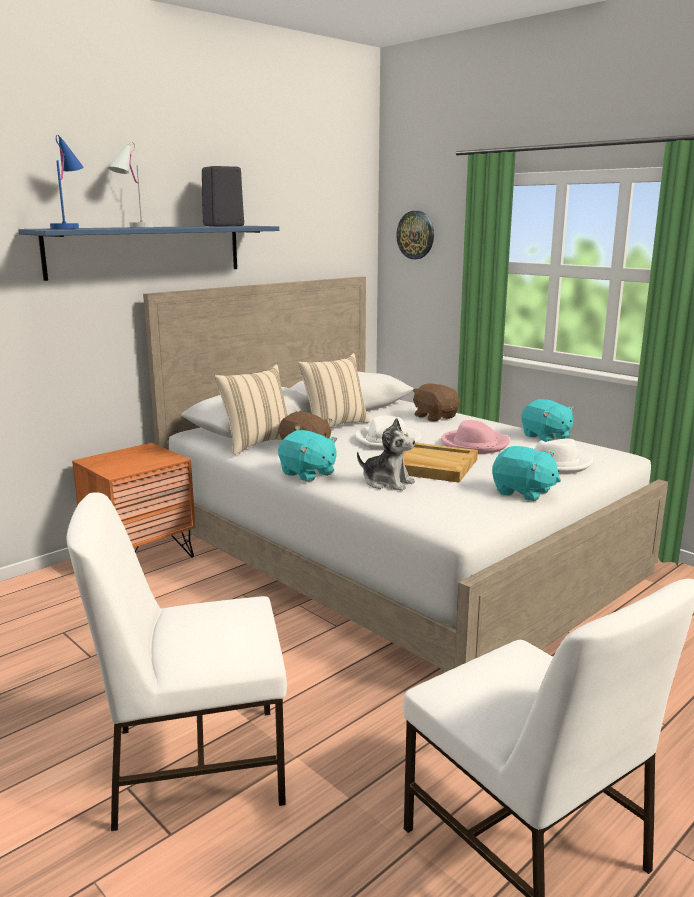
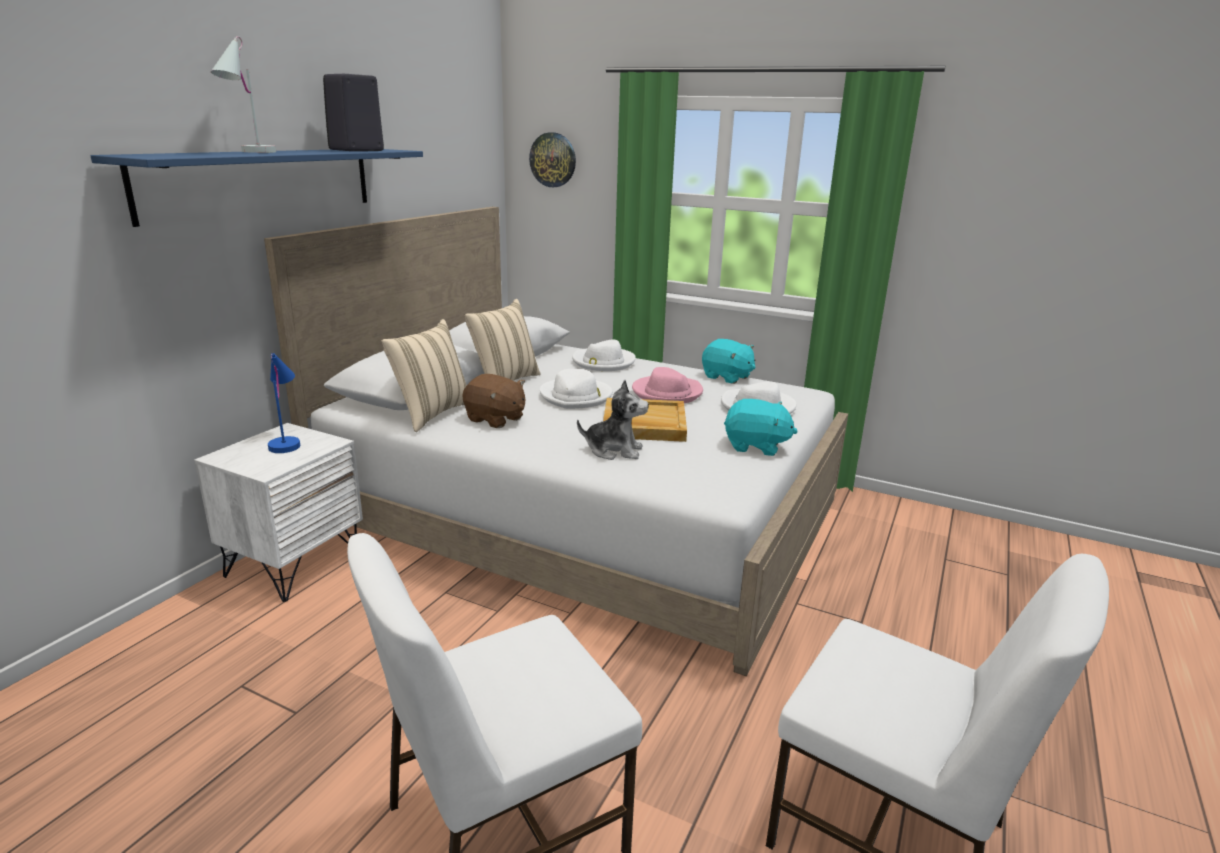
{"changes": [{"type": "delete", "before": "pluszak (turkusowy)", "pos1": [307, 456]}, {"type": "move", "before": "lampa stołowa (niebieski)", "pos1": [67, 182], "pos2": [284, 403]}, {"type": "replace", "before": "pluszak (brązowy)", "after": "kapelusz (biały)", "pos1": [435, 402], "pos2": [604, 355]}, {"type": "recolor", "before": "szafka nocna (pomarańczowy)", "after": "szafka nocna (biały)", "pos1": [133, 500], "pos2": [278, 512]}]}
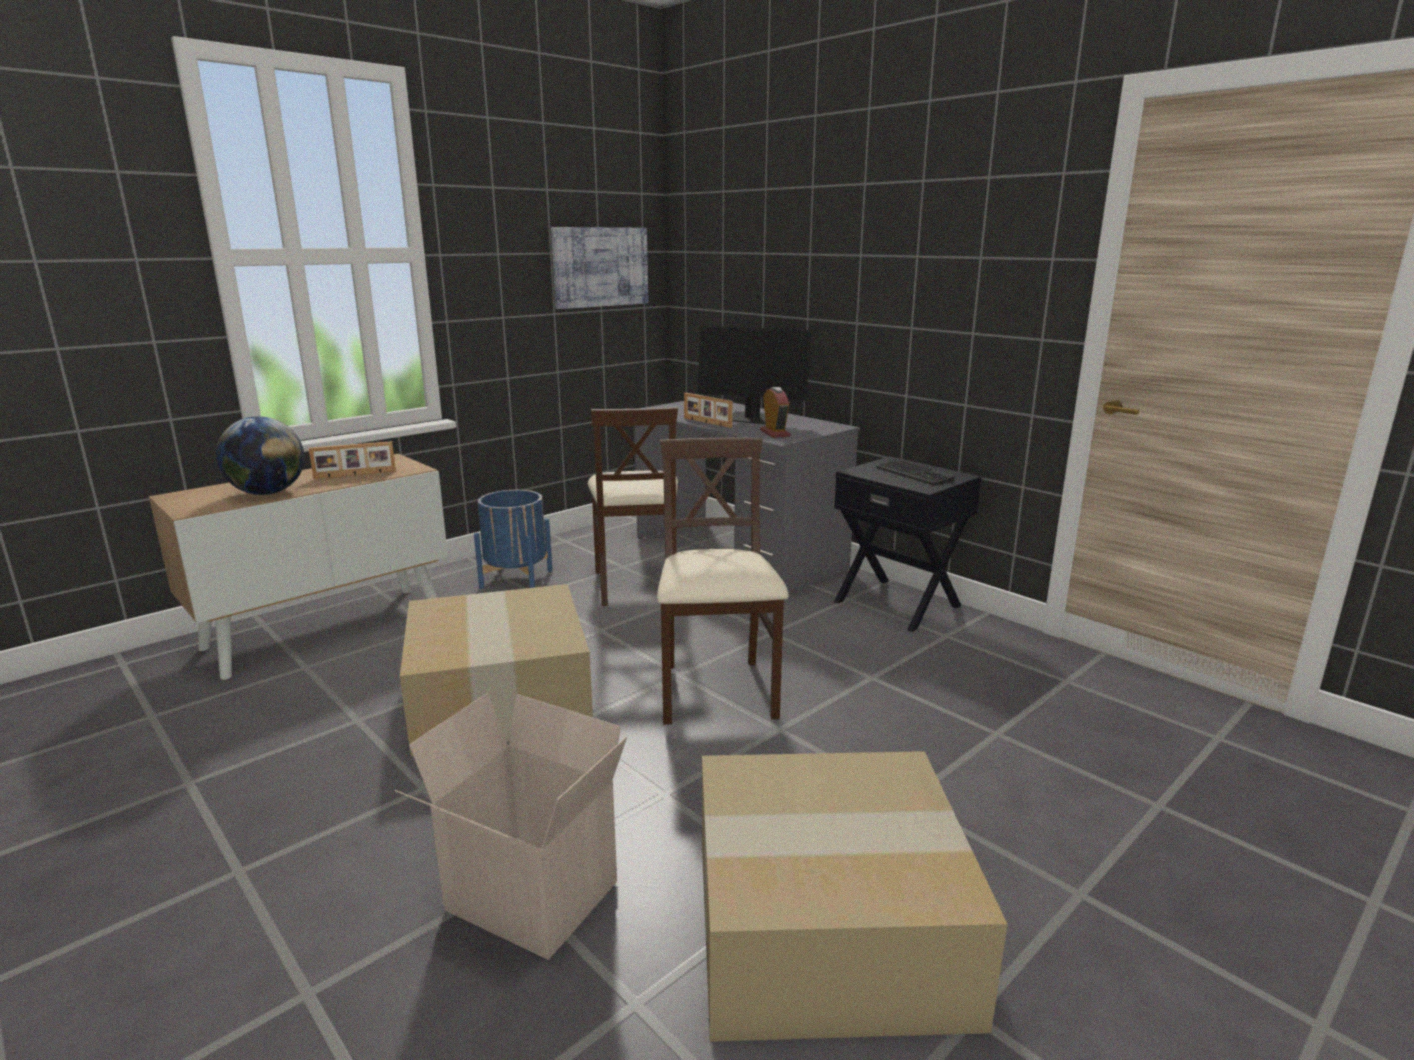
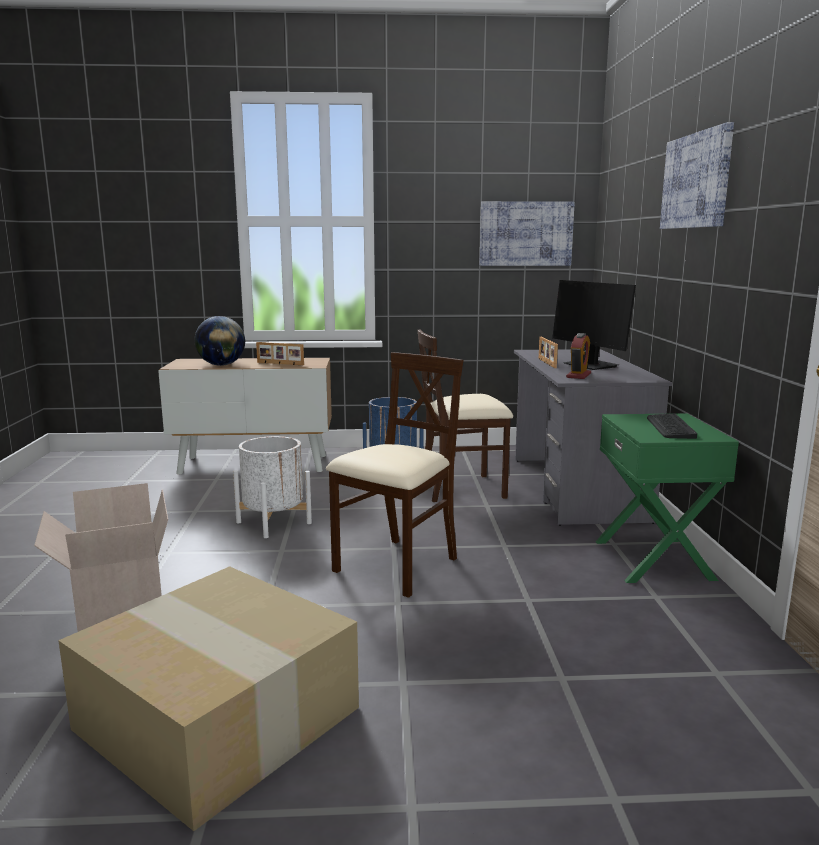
{"changes": [{"type": "insert", "after": "obraz", "pos2": [697, 175]}, {"type": "replace", "before": "karton", "after": "donica (biały)", "pos1": [496, 670], "pos2": [272, 487]}, {"type": "recolor", "before": "szafka nocna (czarny)", "after": "szafka nocna (zielony)", "pos1": [907, 544], "pos2": [667, 498]}, {"type": "rotate", "before": "krzesło (beżowy)", "pos1": [633, 506], "pos2": [465, 415], "turn": 45}]}
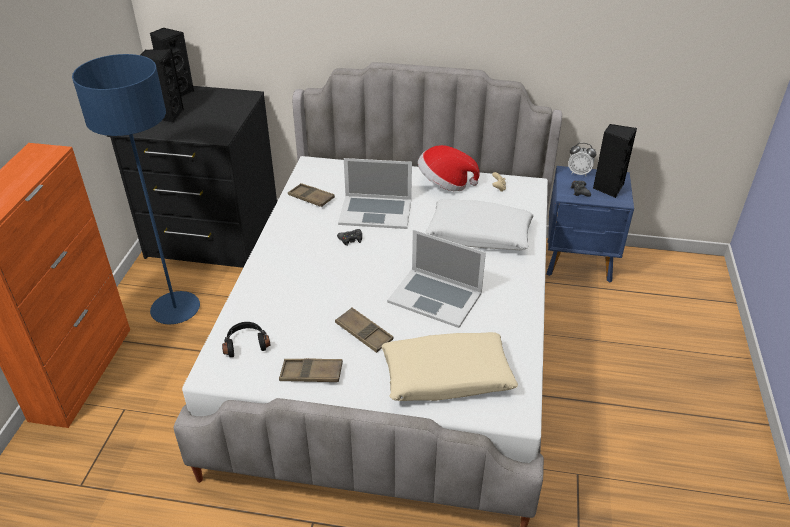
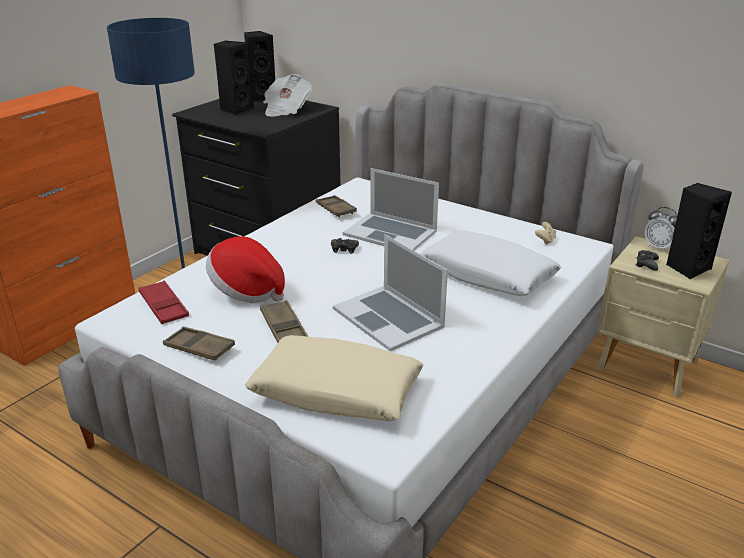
{"changes": [{"type": "insert", "after": "gazeta", "pos2": [287, 95]}, {"type": "move", "before": "kapelusz", "pos1": [449, 168], "pos2": [245, 269]}, {"type": "replace", "before": "słuchawki (czarny)", "after": "taca (czerwony)", "pos1": [246, 340], "pos2": [163, 302]}, {"type": "recolor", "before": "szafka nocna (niebieski)", "after": "szafka nocna (beżowy)", "pos1": [590, 224], "pos2": [663, 316]}]}
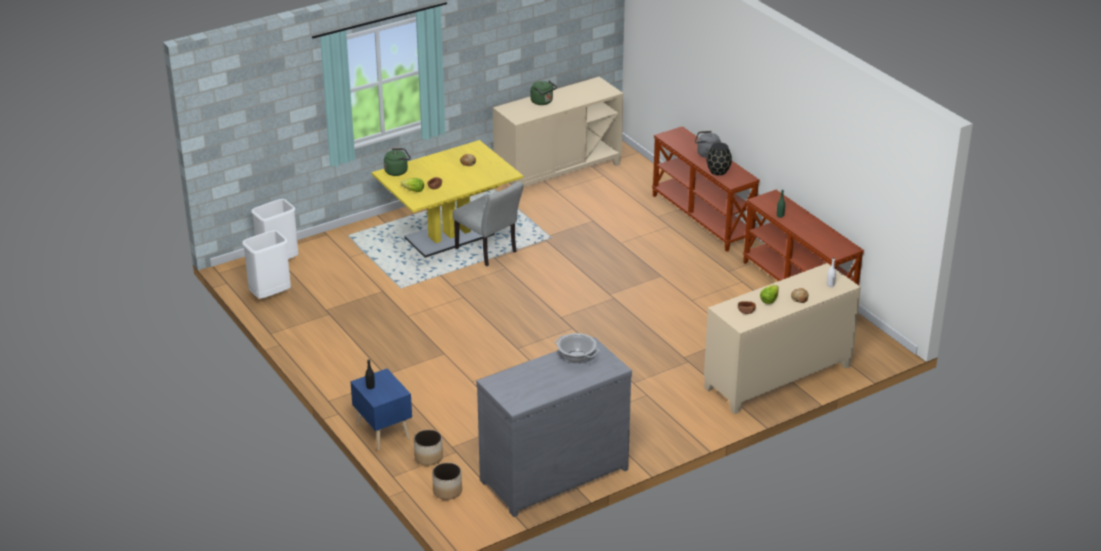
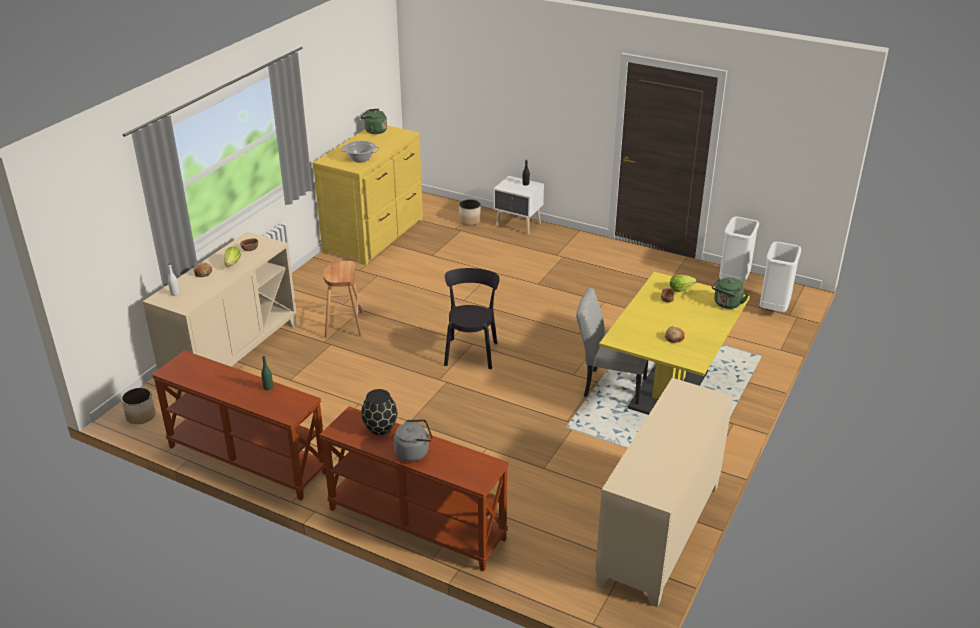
{"changes": [{"type": "insert", "after": "stołek (brązowy)", "pos2": [343, 299]}, {"type": "insert", "after": "krzesło (czarny)", "pos2": [472, 318]}, {"type": "move", "before": "donica", "pos1": [447, 481], "pos2": [138, 406]}, {"type": "move", "before": "czajnik (zielony)", "pos1": [543, 93], "pos2": [373, 121]}, {"type": "recolor", "before": "szafka nocna (niebieski)", "after": "szafka nocna (biały)", "pos1": [381, 409], "pos2": [519, 205]}, {"type": "recolor", "before": "komoda (szary)", "after": "komoda (żółty)", "pos1": [554, 427], "pos2": [367, 195]}]}
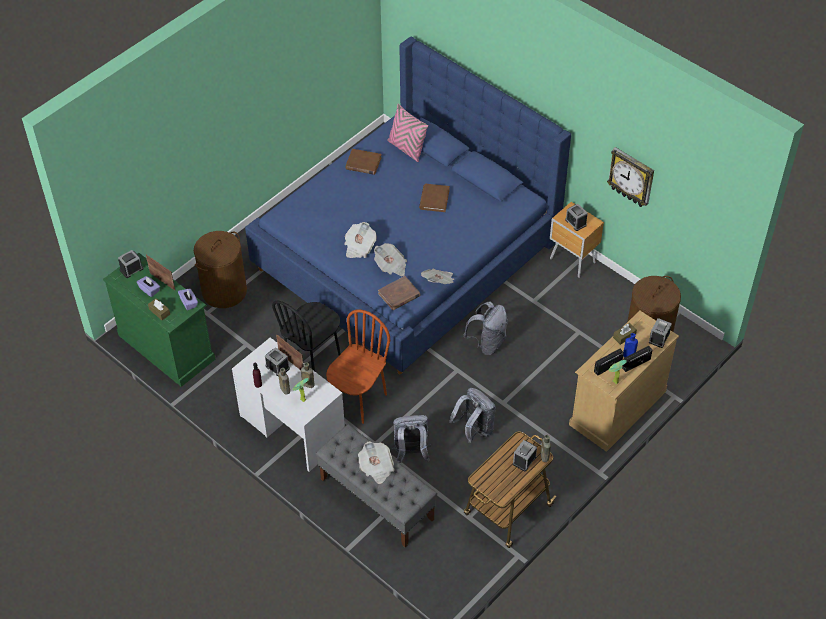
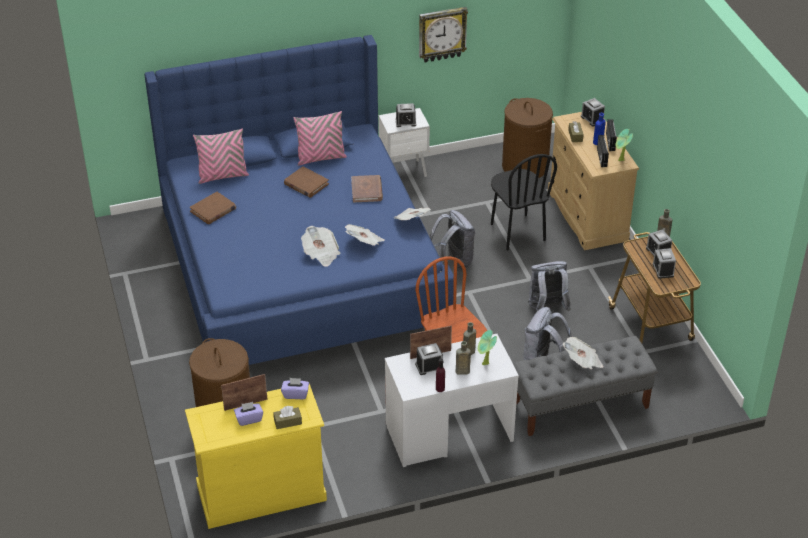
{"changes": [{"type": "insert", "after": "poduszka (różowy)", "pos2": [320, 138]}, {"type": "move", "before": "budzik", "pos1": [130, 264], "pos2": [664, 263]}, {"type": "move", "before": "krzesło (czarny)", "pos1": [306, 335], "pos2": [524, 202]}, {"type": "move", "before": "książka (brązowy)", "pos1": [399, 293], "pos2": [367, 189]}, {"type": "recolor", "before": "komoda (zielony)", "after": "komoda (żółty)", "pos1": [159, 320], "pos2": [256, 456]}, {"type": "recolor", "before": "szafka nocna (brązowy)", "after": "szafka nocna (biały)", "pos1": [577, 240], "pos2": [404, 142]}]}
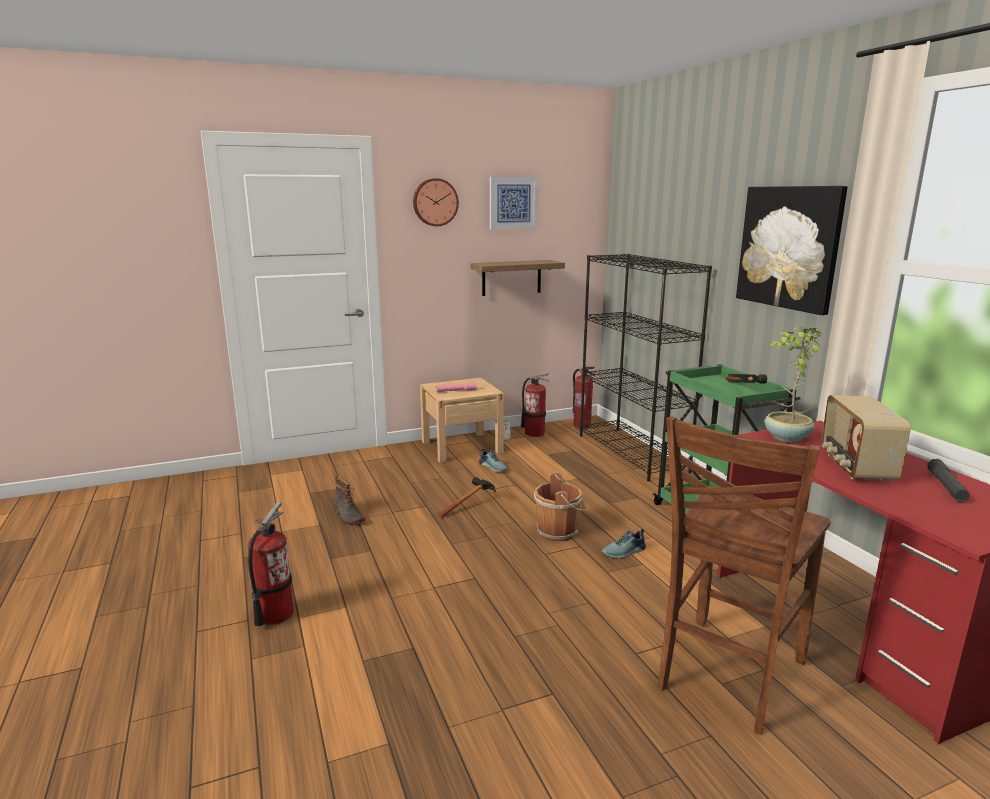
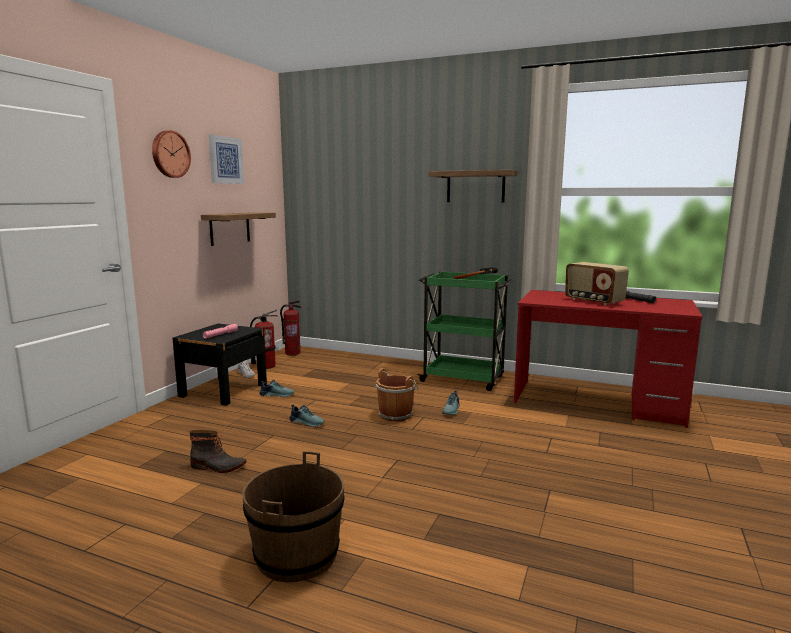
{"changes": [{"type": "delete", "before": "regał (czarny)", "pos1": [646, 367]}, {"type": "delete", "before": "krzesło (brązowy)", "pos1": [744, 575]}, {"type": "delete", "before": "roślina doniczkowa", "pos1": [793, 384]}, {"type": "replace", "before": "gaśnica", "after": "wiadro (brązowy)", "pos1": [271, 563], "pos2": [293, 517]}, {"type": "replace", "before": "młotek", "after": "but", "pos1": [467, 497], "pos2": [307, 415]}, {"type": "replace", "before": "obraz", "after": "półka", "pos1": [792, 250], "pos2": [473, 186]}, {"type": "recolor", "before": "szafka nocna (beżowy)", "after": "szafka nocna (czarny)", "pos1": [462, 420], "pos2": [219, 365]}]}
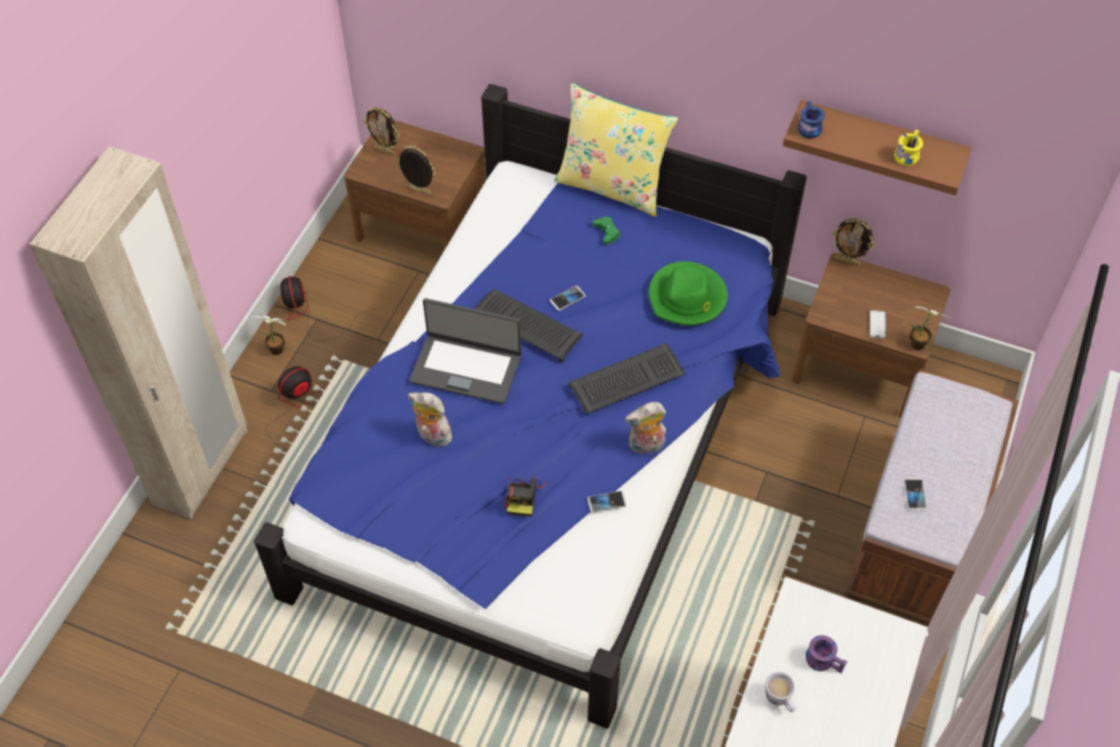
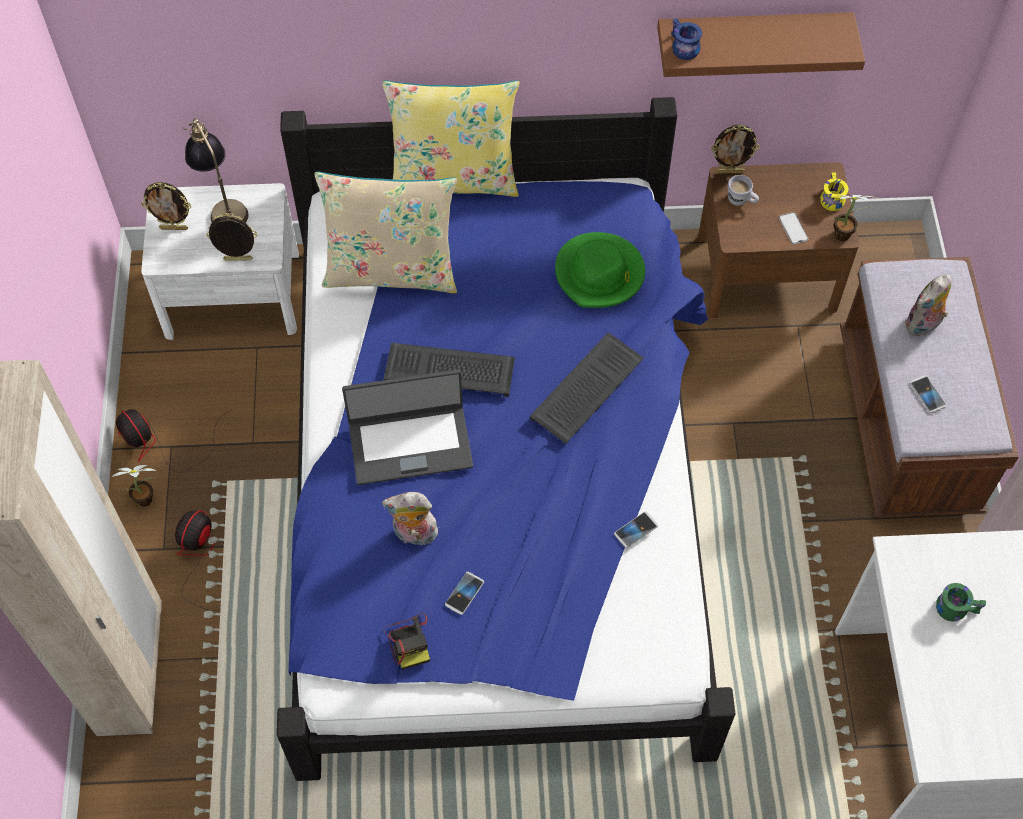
{"changes": [{"type": "delete", "before": "pad do gier (zielony)", "pos1": [606, 230]}, {"type": "insert", "after": "lampa stołowa", "pos2": [215, 171]}, {"type": "insert", "after": "poduszka (beżowy)", "pos2": [385, 232]}, {"type": "move", "before": "aparat fotograficzny", "pos1": [525, 497], "pos2": [407, 641]}, {"type": "move", "before": "telefon", "pos1": [567, 298], "pos2": [464, 593]}, {"type": "move", "before": "pluszak", "pos1": [645, 428], "pos2": [928, 305]}, {"type": "move", "before": "kubek (biały)", "pos1": [780, 692], "pos2": [743, 190]}, {"type": "move", "before": "kubek (żółty)", "pos1": [908, 147], "pos2": [834, 191]}, {"type": "recolor", "before": "szafka nocna (brązowy)", "after": "szafka nocna (biały)", "pos1": [415, 184], "pos2": [220, 261]}, {"type": "recolor", "before": "kubek (fioletowy)", "after": "kubek (zielony)", "pos1": [826, 654], "pos2": [961, 602]}]}
